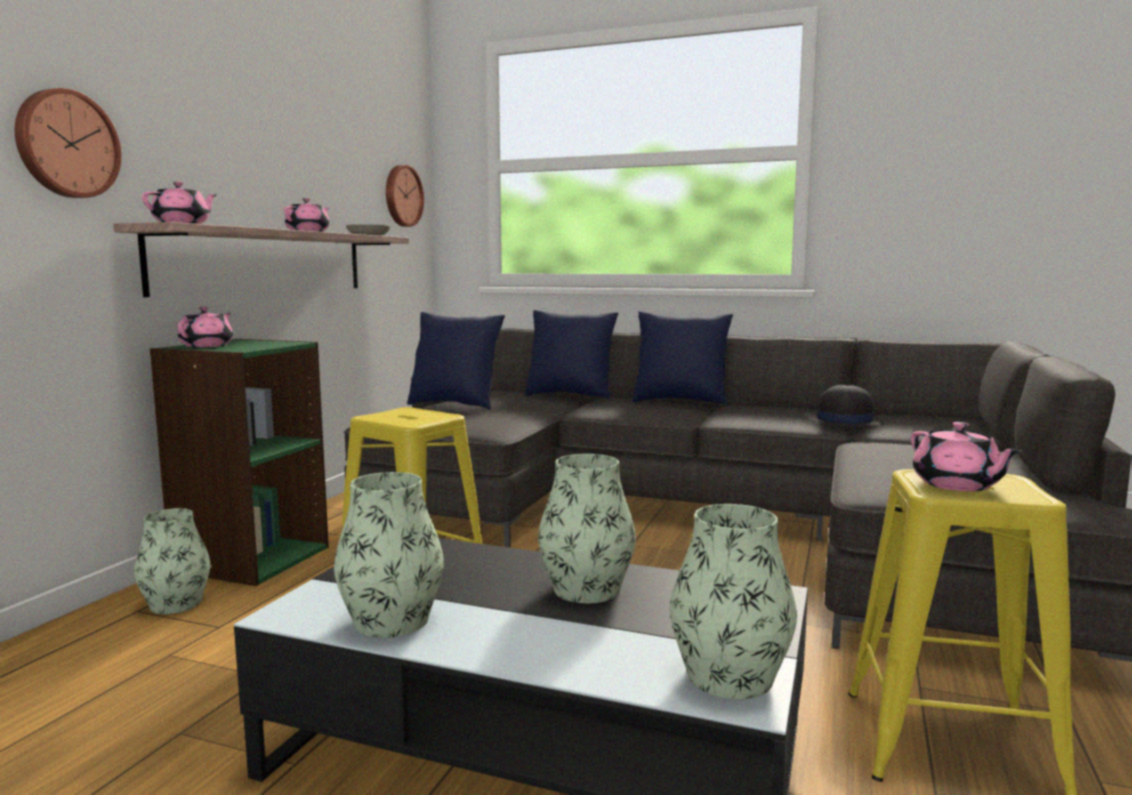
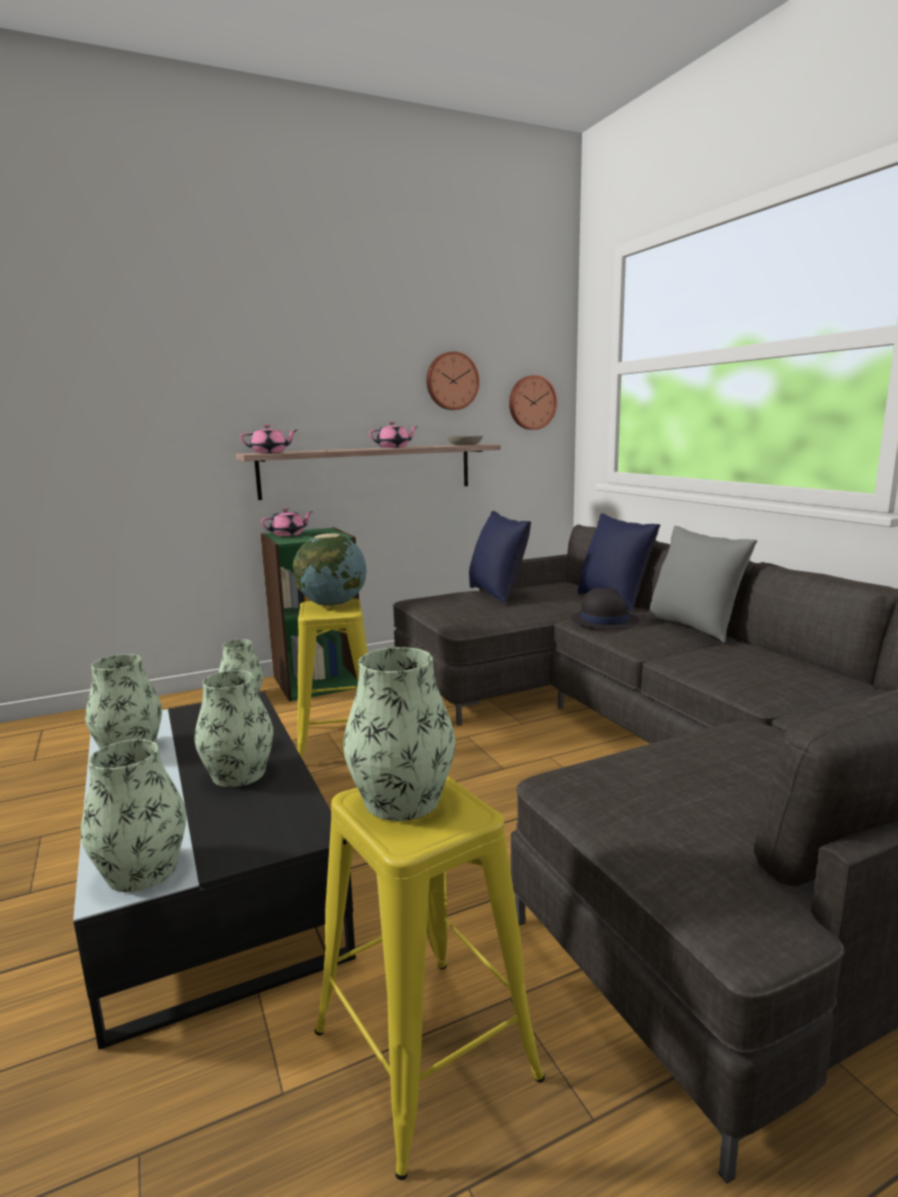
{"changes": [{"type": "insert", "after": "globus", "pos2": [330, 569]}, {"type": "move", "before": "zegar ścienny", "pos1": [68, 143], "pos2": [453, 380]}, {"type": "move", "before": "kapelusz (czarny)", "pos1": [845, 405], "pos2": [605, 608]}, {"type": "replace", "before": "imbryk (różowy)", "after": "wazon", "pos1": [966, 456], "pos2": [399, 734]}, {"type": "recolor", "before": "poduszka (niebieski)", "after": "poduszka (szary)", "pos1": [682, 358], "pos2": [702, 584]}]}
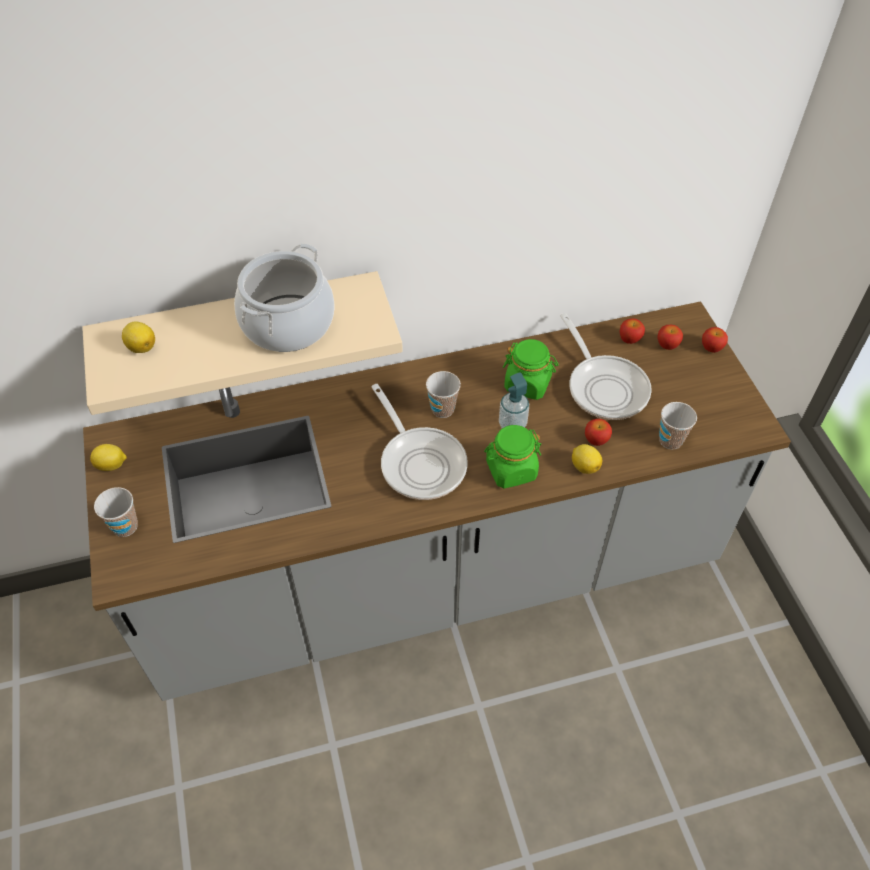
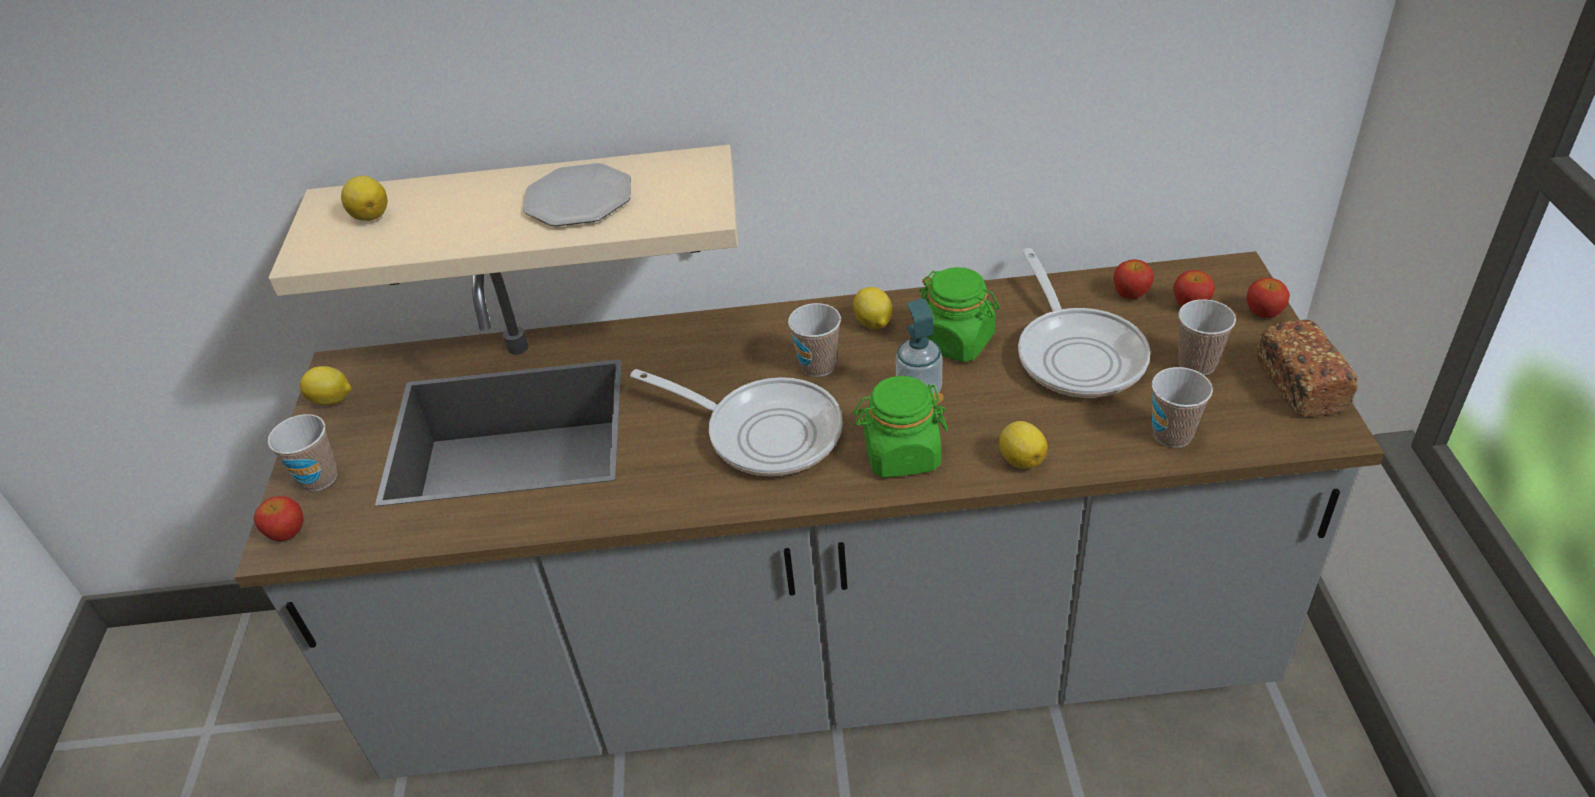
{"changes": [{"type": "insert", "after": "cytryna", "pos2": [873, 308]}, {"type": "insert", "after": "filiżanka", "pos2": [1207, 337]}, {"type": "insert", "after": "chleb", "pos2": [1307, 368]}, {"type": "move", "before": "jabłko", "pos1": [598, 432], "pos2": [278, 519]}, {"type": "replace", "before": "garnek", "after": "talerz", "pos1": [284, 297], "pos2": [577, 194]}, {"type": "rotate", "before": "patelnia", "pos1": [419, 442], "pos2": [736, 422], "turn": -45}]}
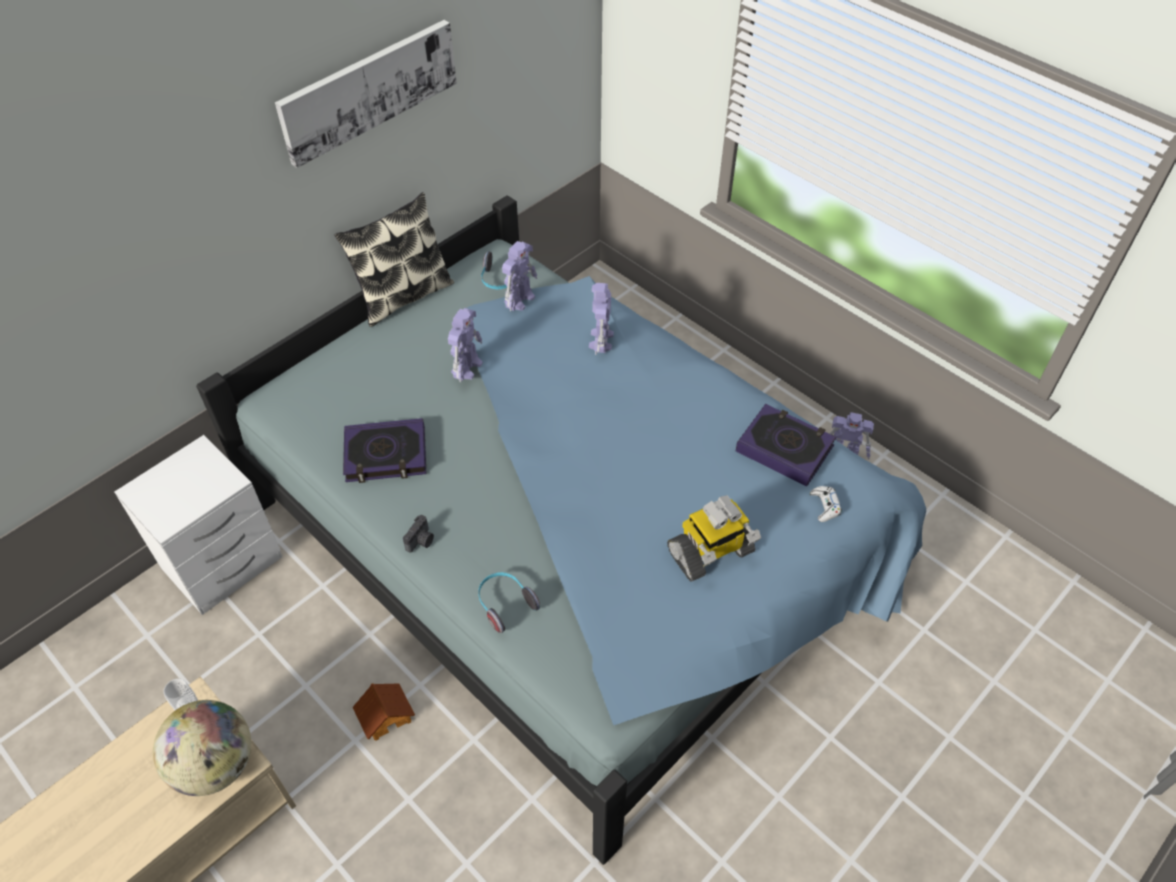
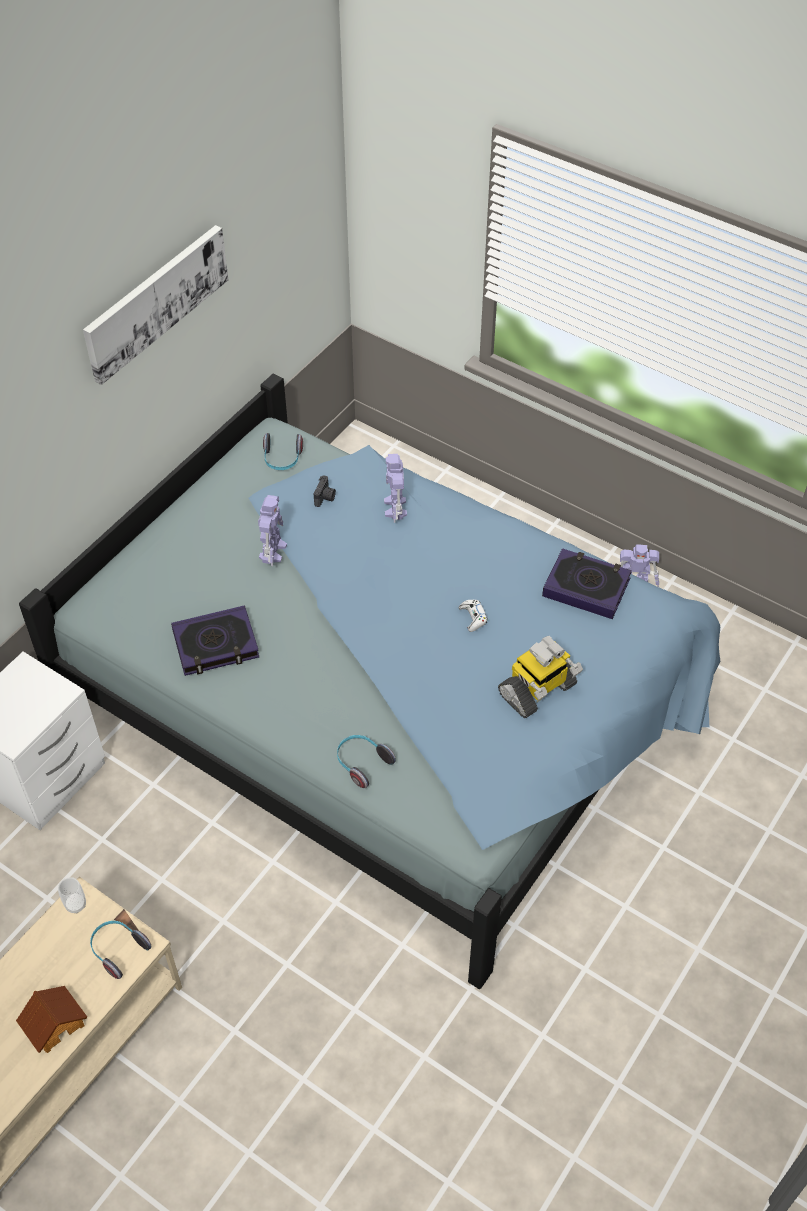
{"changes": [{"type": "delete", "before": "poduszka", "pos1": [394, 259]}, {"type": "delete", "before": "robot zabawkowy", "pos1": [519, 276]}, {"type": "move", "before": "domek", "pos1": [384, 712], "pos2": [51, 1019]}, {"type": "move", "before": "aparat fotograficzny", "pos1": [418, 534], "pos2": [325, 491]}, {"type": "move", "before": "pad do gier (biały)", "pos1": [826, 504], "pos2": [473, 616]}, {"type": "replace", "before": "globus", "after": "słuchawki", "pos1": [202, 748], "pos2": [120, 950]}]}
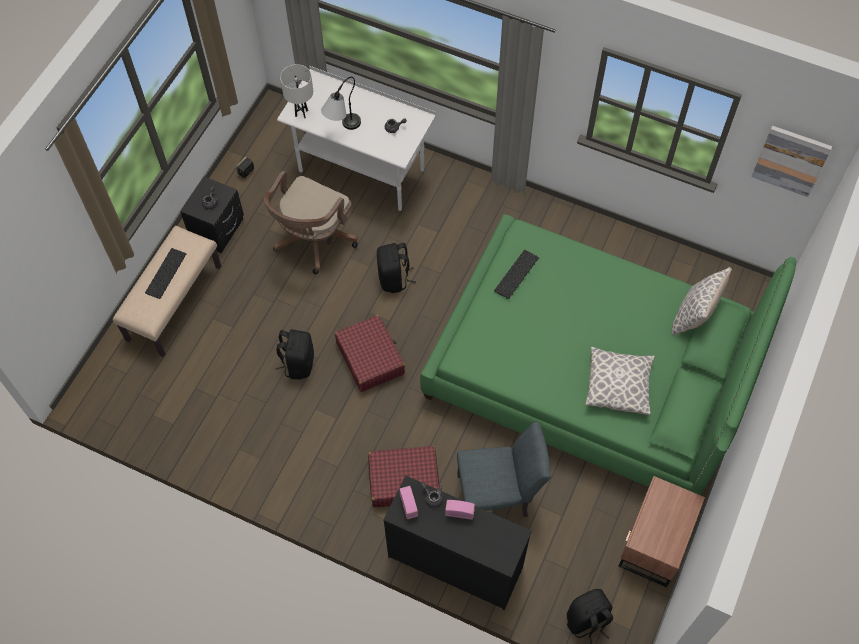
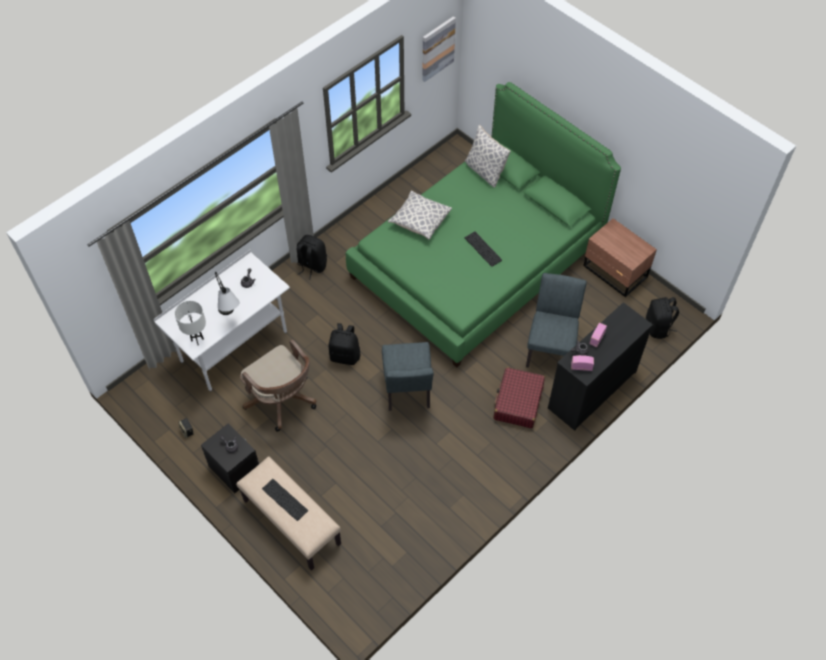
{"changes": [{"type": "move", "before": "plecak (czarny)", "pos1": [294, 354], "pos2": [312, 257]}, {"type": "move", "before": "klawiatura", "pos1": [516, 274], "pos2": [483, 249]}, {"type": "move", "before": "poduszka", "pos1": [620, 380], "pos2": [420, 215]}, {"type": "replace", "before": "walizka (czerwony)", "after": "krzesło (szary)", "pos1": [370, 353], "pos2": [408, 376]}]}
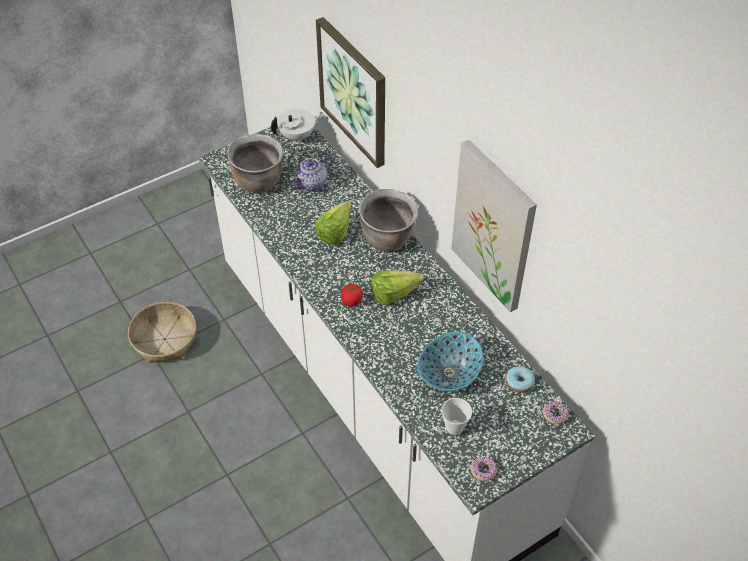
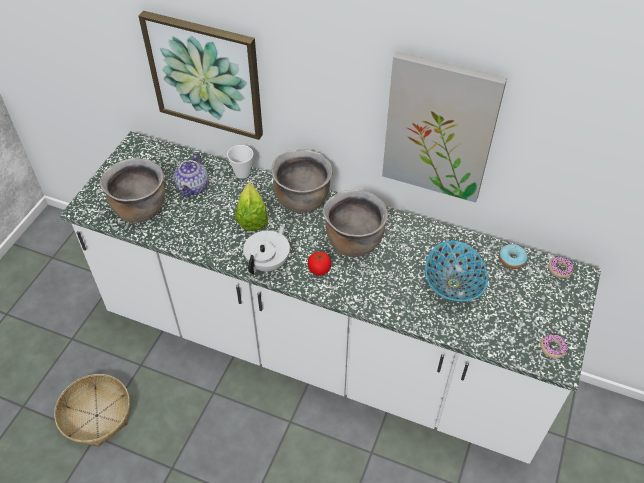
{"changes": [{"type": "move", "before": "imbryk (biały)", "pos1": [297, 126], "pos2": [266, 249]}, {"type": "move", "before": "filiżanka", "pos1": [456, 416], "pos2": [240, 162]}, {"type": "replace", "before": "sałata", "after": "garnek (brązowy)", "pos1": [397, 287], "pos2": [355, 223]}]}
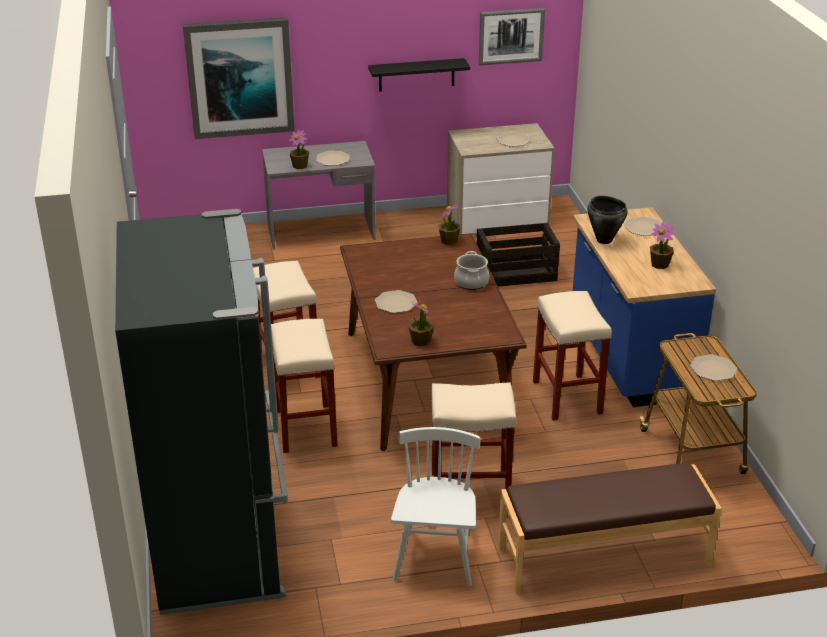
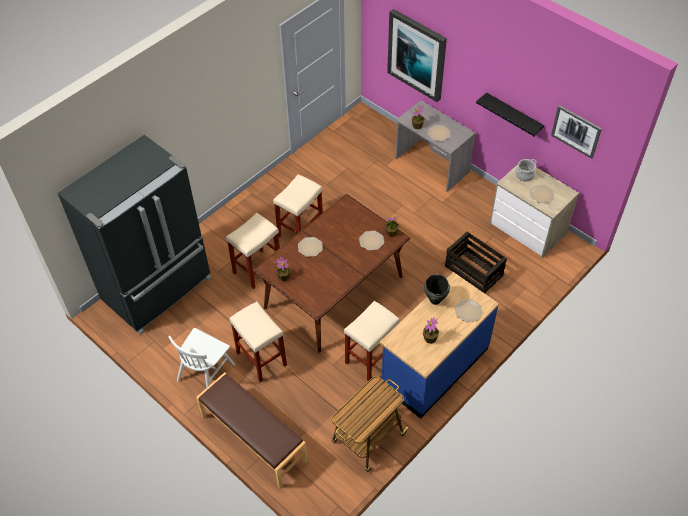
{"changes": [{"type": "move", "before": "garnek", "pos1": [471, 270], "pos2": [526, 170]}, {"type": "move", "before": "talerz", "pos1": [714, 367], "pos2": [371, 240]}, {"type": "rotate", "before": "krzesło (biały)", "pos1": [436, 506], "pos2": [201, 358], "turn": 150}]}
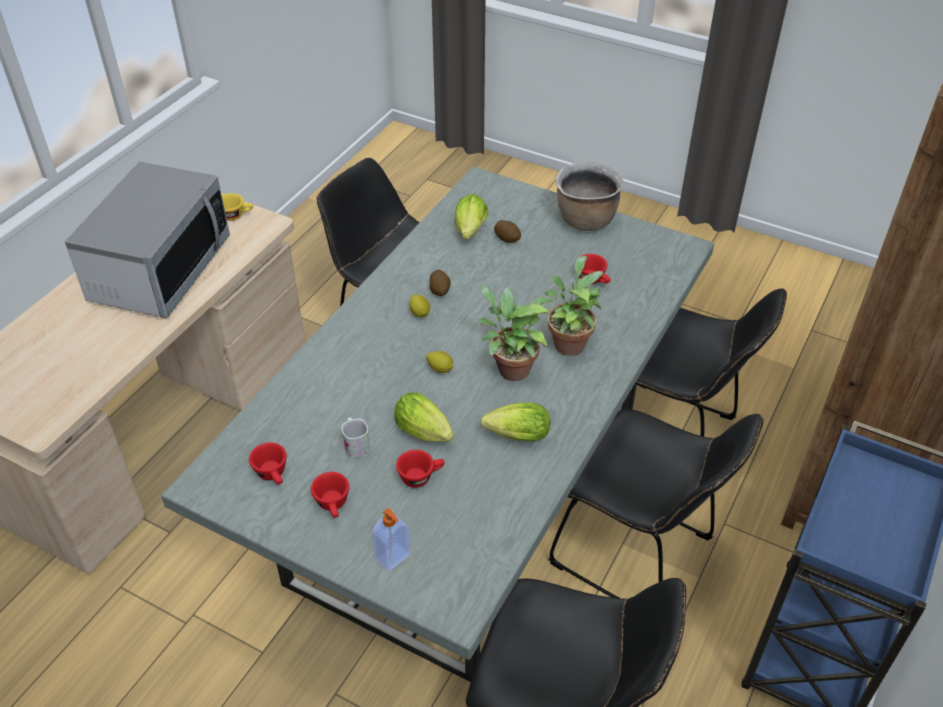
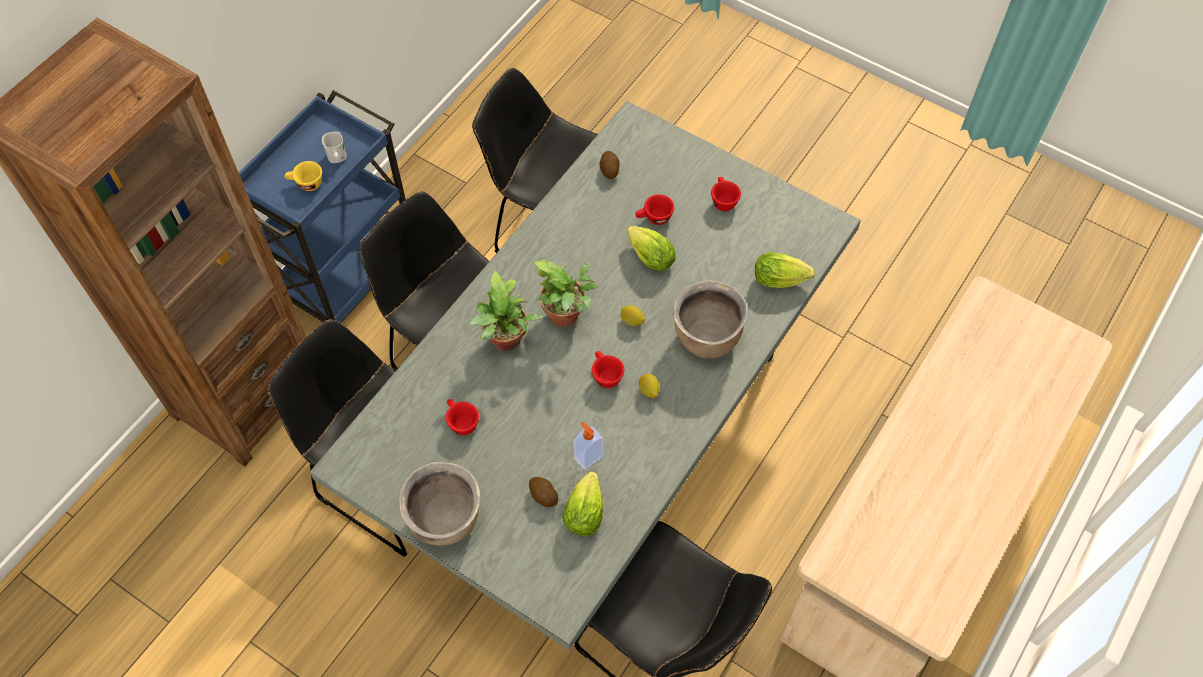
{"changes": [{"type": "delete", "before": "mikrofalówka", "pos1": [147, 239]}, {"type": "insert", "after": "garnek (brązowy)", "pos2": [710, 319]}, {"type": "move", "before": "filiżanka (żółty)", "pos1": [237, 207], "pos2": [303, 176]}, {"type": "move", "before": "filiżanka (czerwony)", "pos1": [268, 463], "pos2": [608, 369]}, {"type": "move", "before": "kubek (biały)", "pos1": [356, 437], "pos2": [334, 147]}, {"type": "move", "before": "dozownik mydła", "pos1": [391, 540], "pos2": [588, 446]}, {"type": "move", "before": "ziemniak", "pos1": [440, 283], "pos2": [609, 165]}, {"type": "move", "before": "sałata", "pos1": [515, 422], "pos2": [785, 270]}]}
